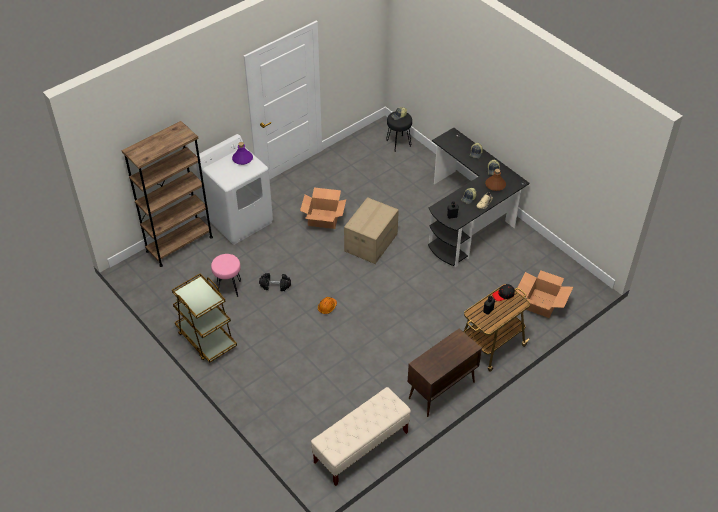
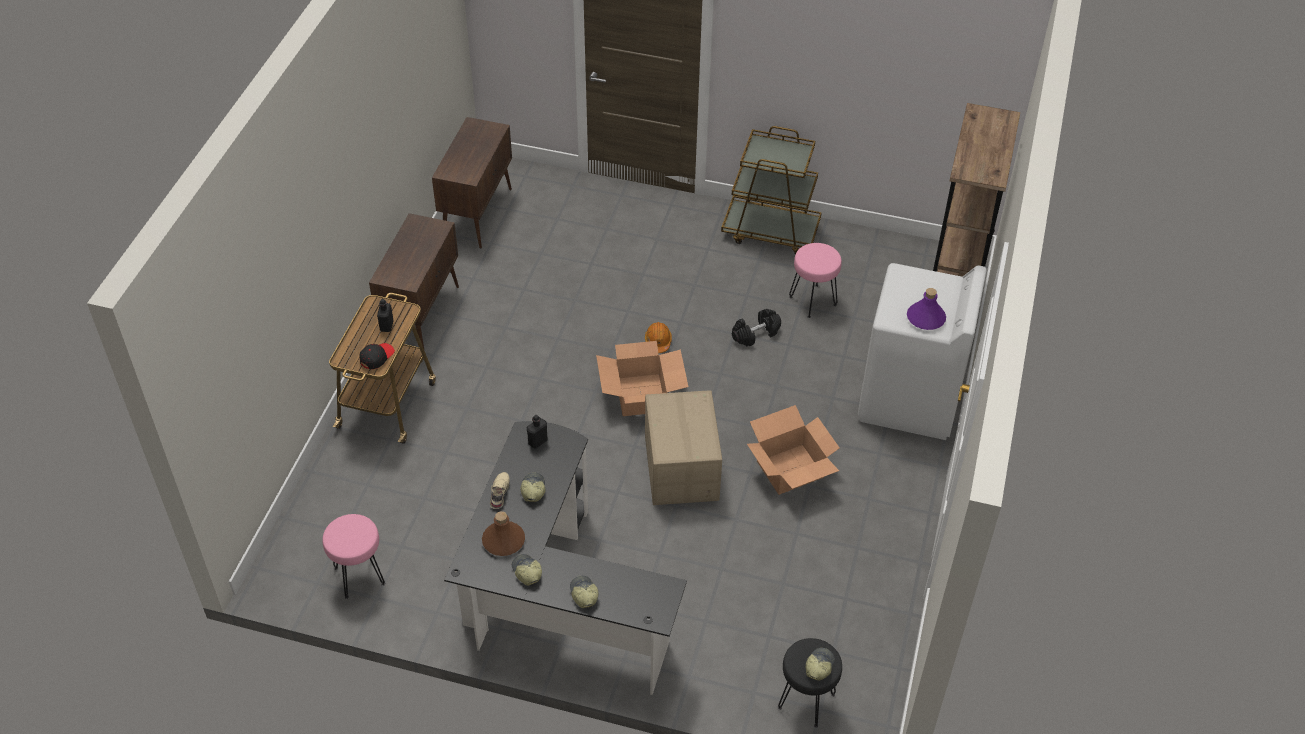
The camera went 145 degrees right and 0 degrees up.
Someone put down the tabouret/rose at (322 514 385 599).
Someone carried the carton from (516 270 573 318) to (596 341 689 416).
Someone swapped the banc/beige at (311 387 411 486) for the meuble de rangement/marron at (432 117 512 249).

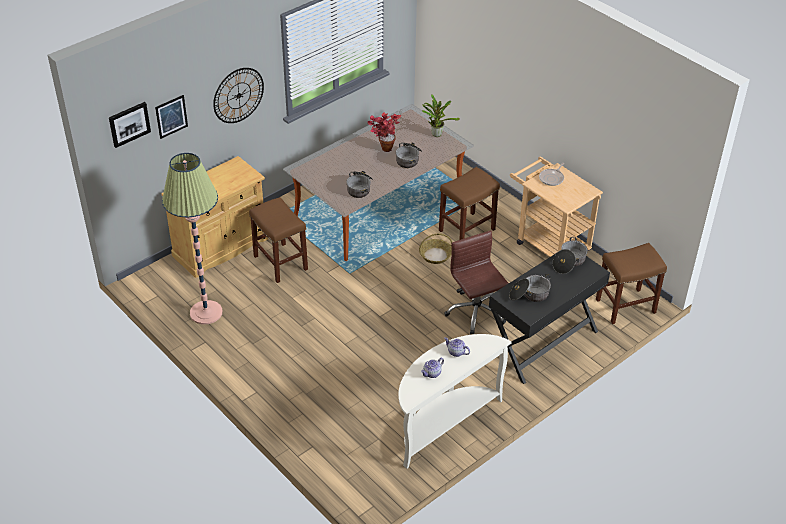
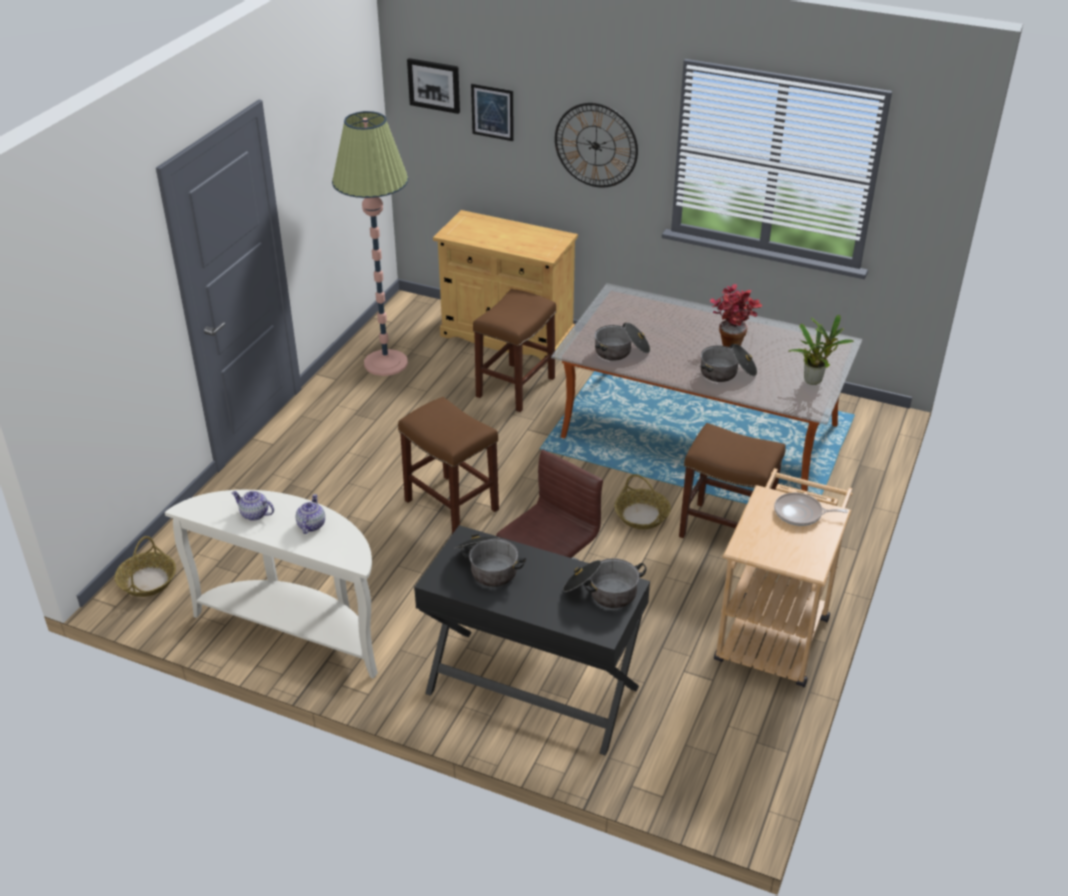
The camera went 65 degrees right and 5 degrees down.
Someone put down the panier at (115 536 176 597).
Someone carried the tabouret/marron from (596 243 667 324) to (398 397 499 534).

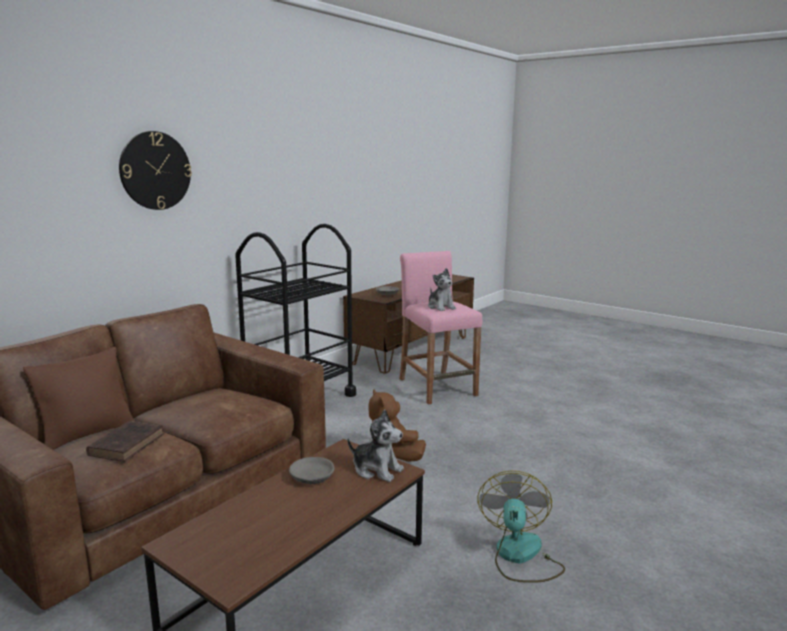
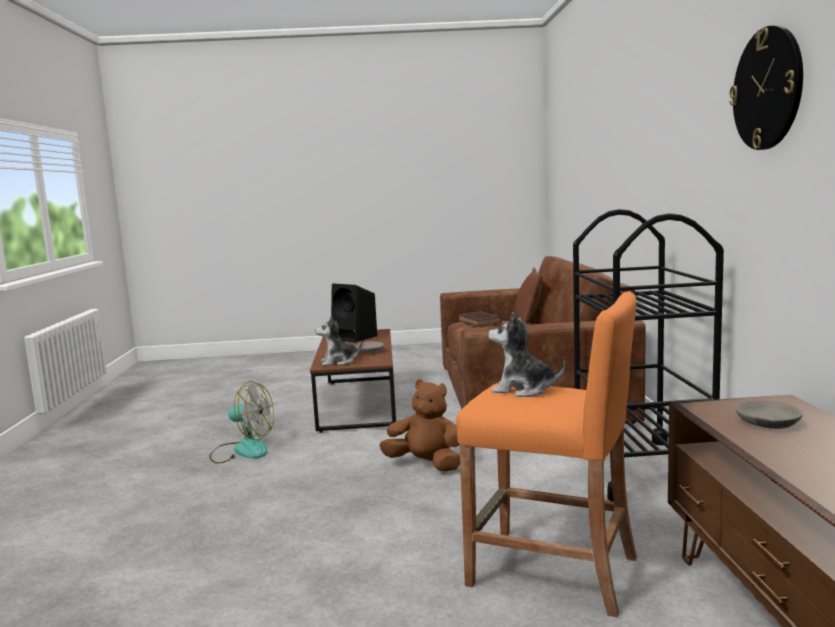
The camera went 140 degrees right and 5 degrees down.
Someone put down the enceinte/noir at (331 283 377 343).
Someone carried the horloge murale from (119 131 192 210) to (729 25 803 150).
Someone repainted the tabouret/rose at (399 251 482 404), which became the tabouret/orange at (456 291 637 618).
Someone rotated the ventilateur at (478 471 565 583) by 45 degrees counterclockwise.

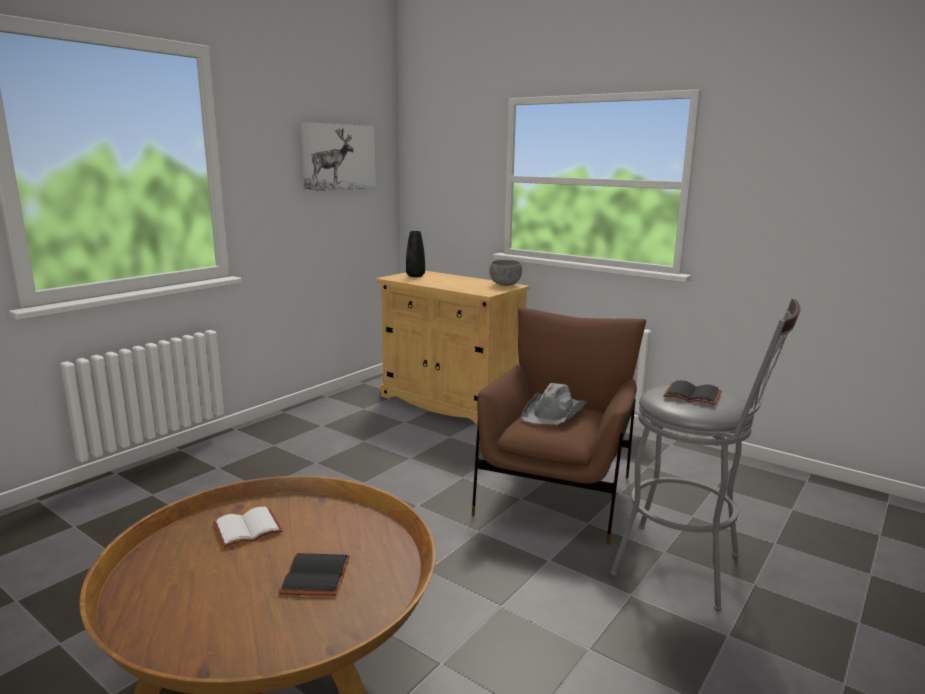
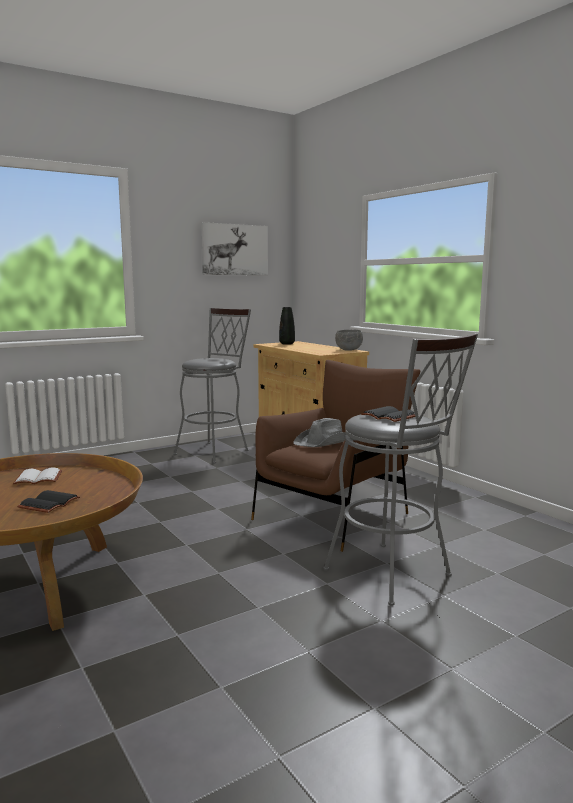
The camera went 20 degrees right and 5 degrees down.
Someone put down the tabouret/gris at (173 308 251 464).

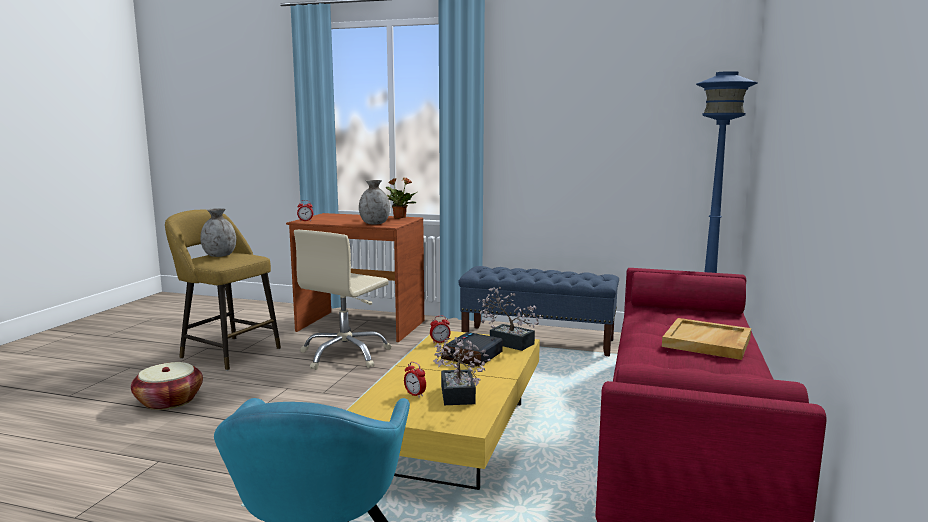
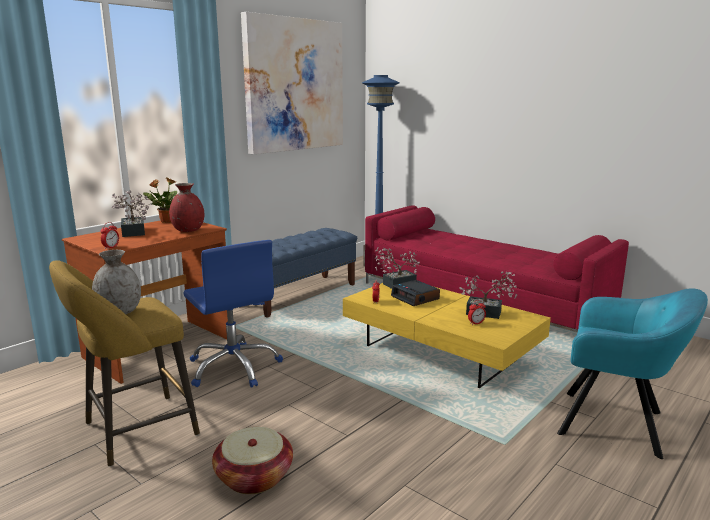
The camera went 65 degrees left and 5 degrees up.
Someone took away the plateau/beige at (662 318 751 360).
Someone put down the plante en pot at (111 190 152 237).
Someone put up the tableau at (241 12 343 154).
Someone repainted the chaise de bureau/beige at (294 230 391 370), which became the chaise de bureau/bleu at (183 240 283 388).
Someone repainted the vase/gris at (359 180 390 224), which became the vase/rouge at (169 183 204 232).

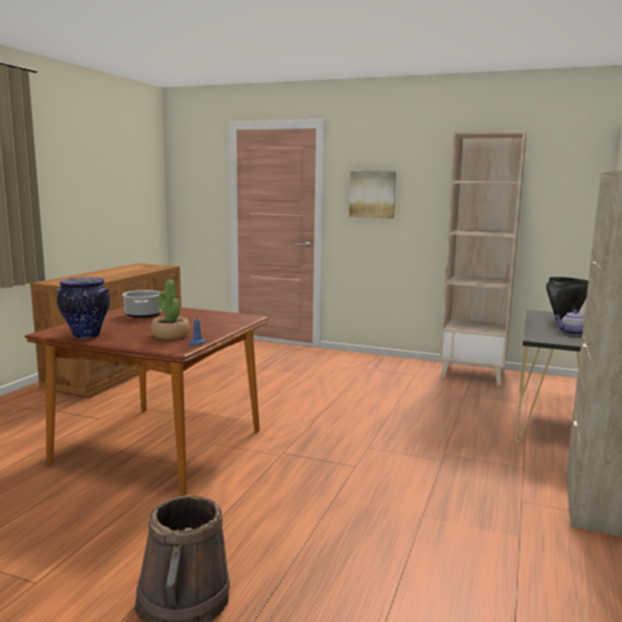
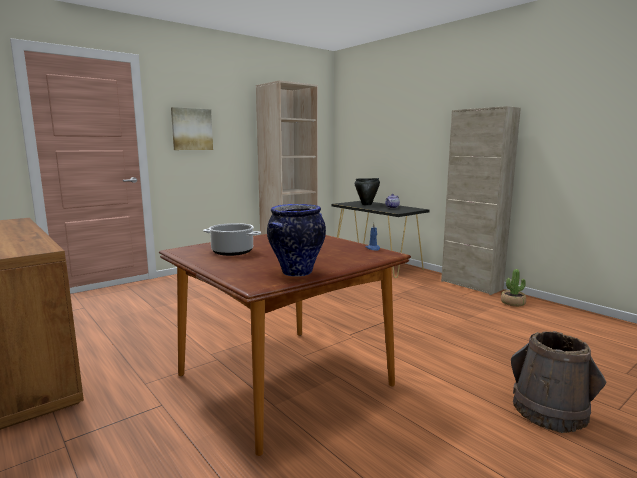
The camera went 60 degrees left and 0 degrees up.
Someone carried the plante en pot from (151 280 190 339) to (501 269 526 307).

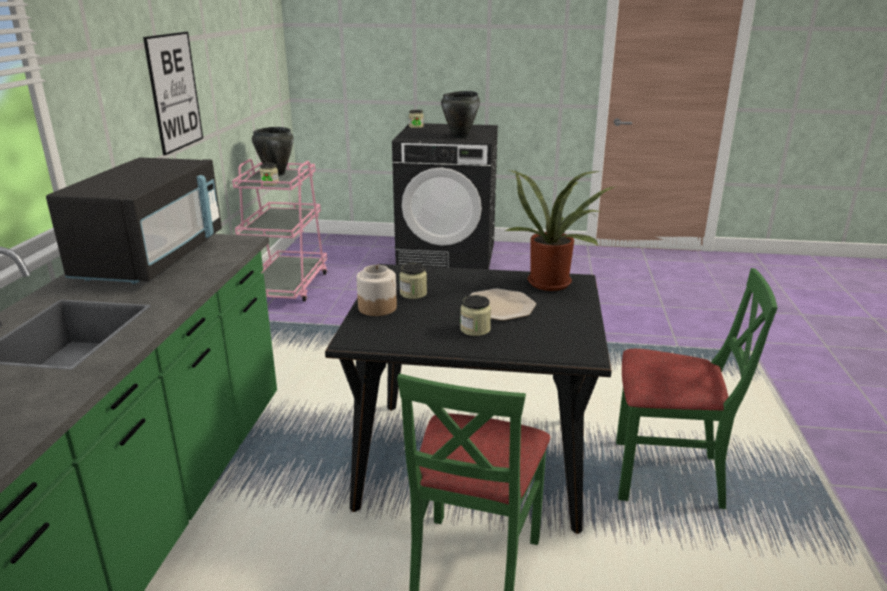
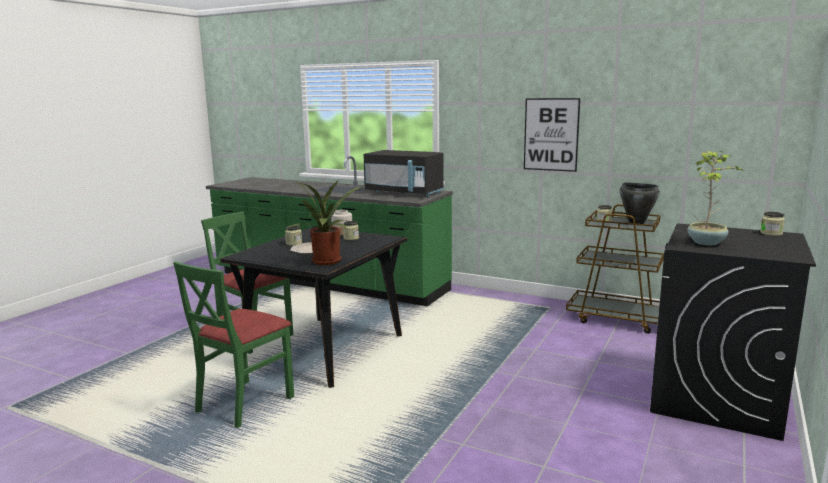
The camera went 110 degrees right and 10 degrees down.
Someone swapped the marmite/noir at (441 91 480 138) for the plante en pot at (687 151 744 245).
Someone repainted the chariot/rose at (232 159 327 301), which became the chariot/marron at (566 204 664 334).

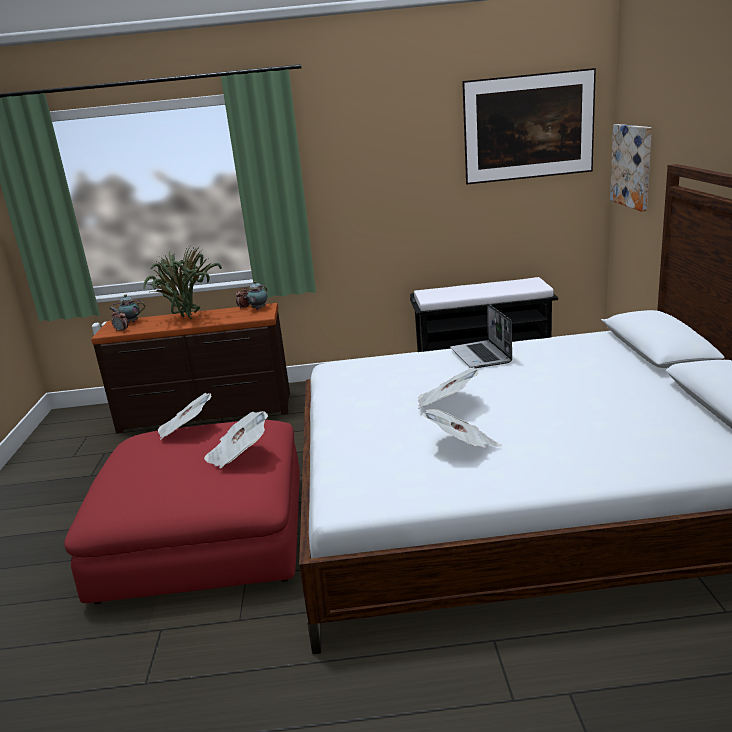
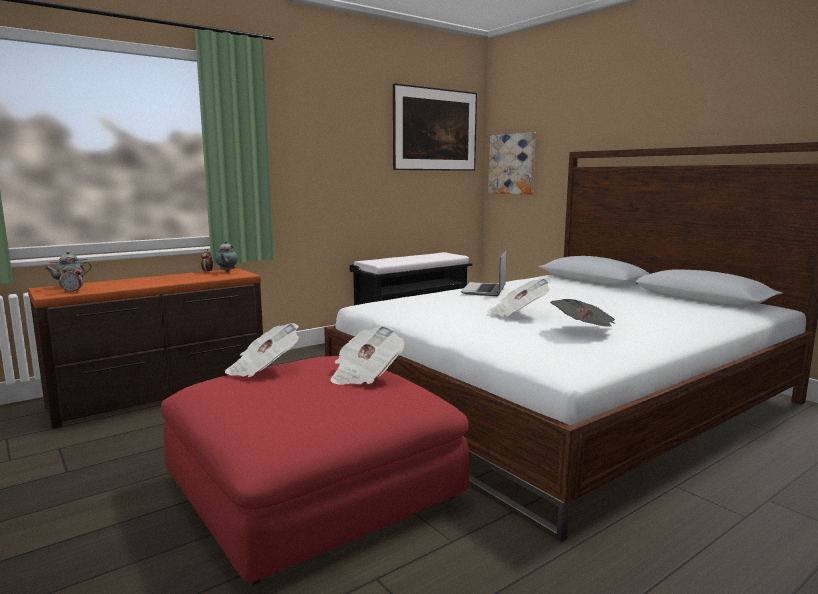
The camera went 35 degrees left and 10 degrees down.
Someone took away the plante en pot at (143 245 222 319).
Someone rotated the ordinateur portable at (450 303 512 368) by 60 degrees clockwise.

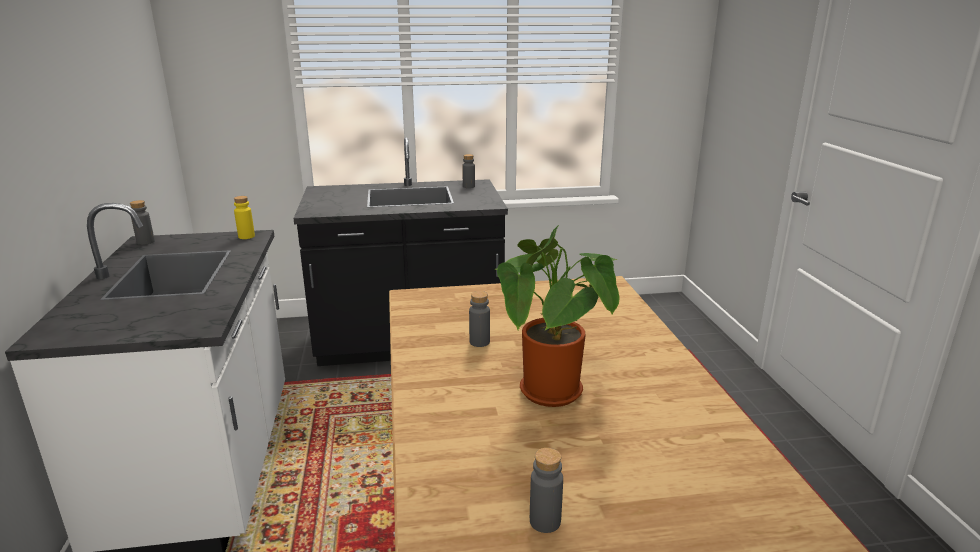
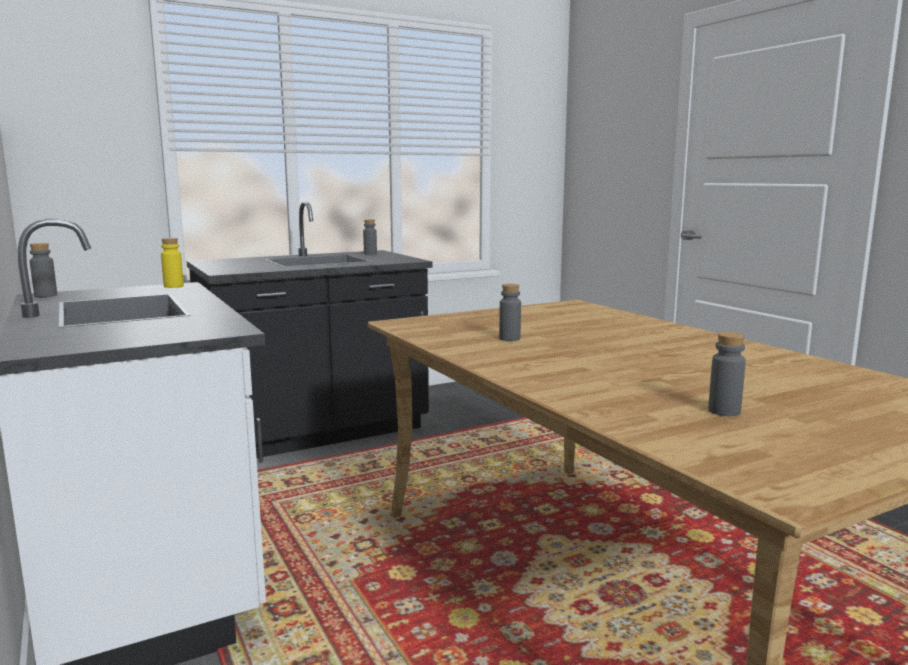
The camera went 20 degrees left and 10 degrees down.
Someone took away the plante en pot at (495 225 620 407).

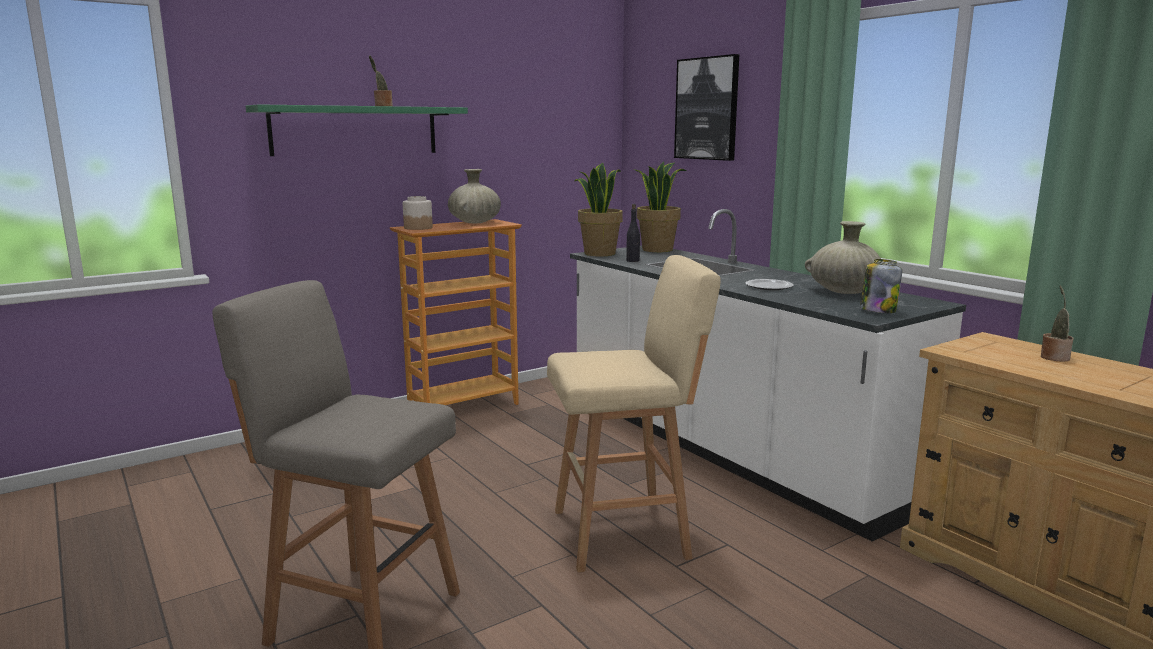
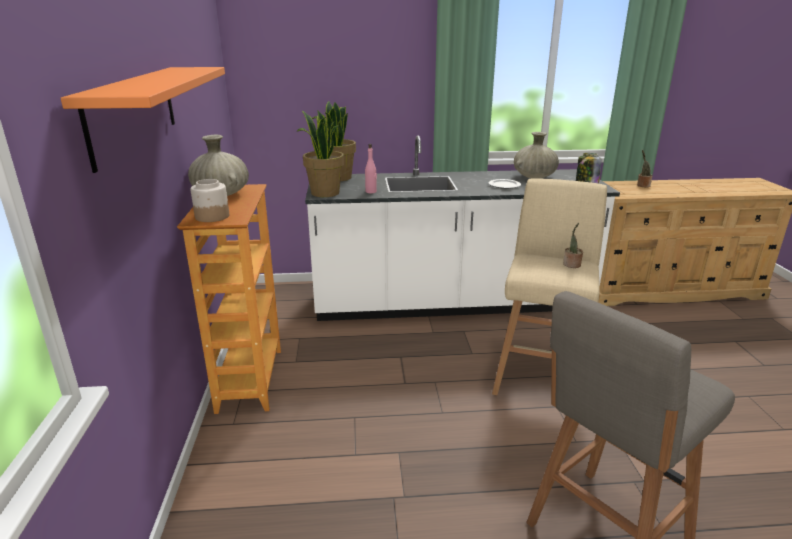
The camera went 60 degrees left and 10 degrees up.
Someone took away the tableau at (674 54 739 161).
Someone carried the plante en pot from (369 55 393 106) to (563 223 583 268).
Someone repainted the étagère/vert at (246 104 468 156), which became the étagère/orange at (61 67 225 173).
Someone repainted the bouteille/noir at (626 204 640 262), which became the bouteille/rose at (365 144 377 193).

